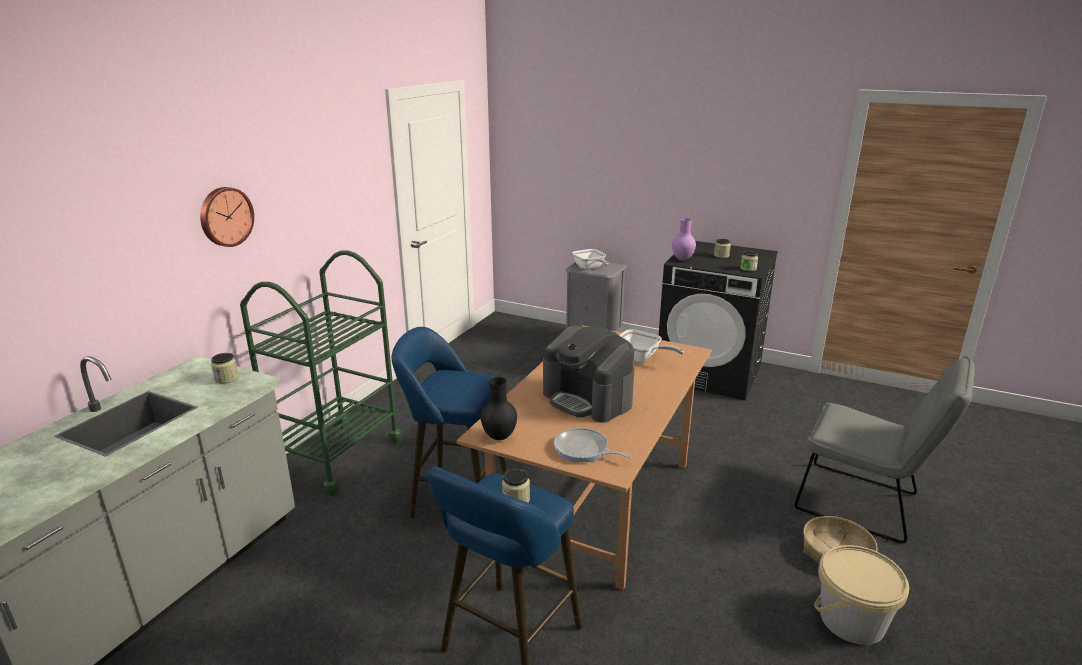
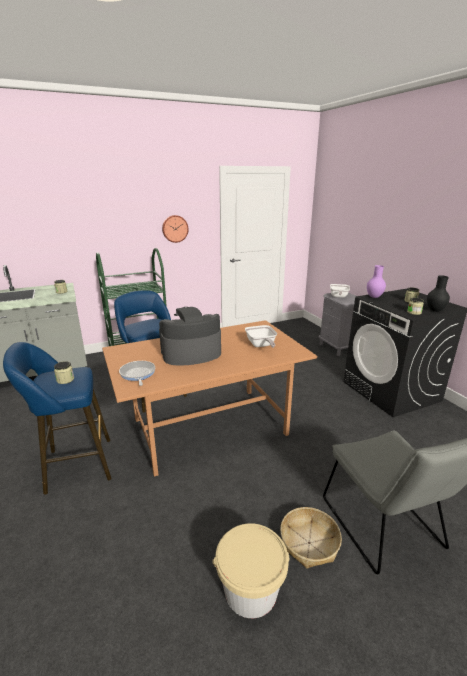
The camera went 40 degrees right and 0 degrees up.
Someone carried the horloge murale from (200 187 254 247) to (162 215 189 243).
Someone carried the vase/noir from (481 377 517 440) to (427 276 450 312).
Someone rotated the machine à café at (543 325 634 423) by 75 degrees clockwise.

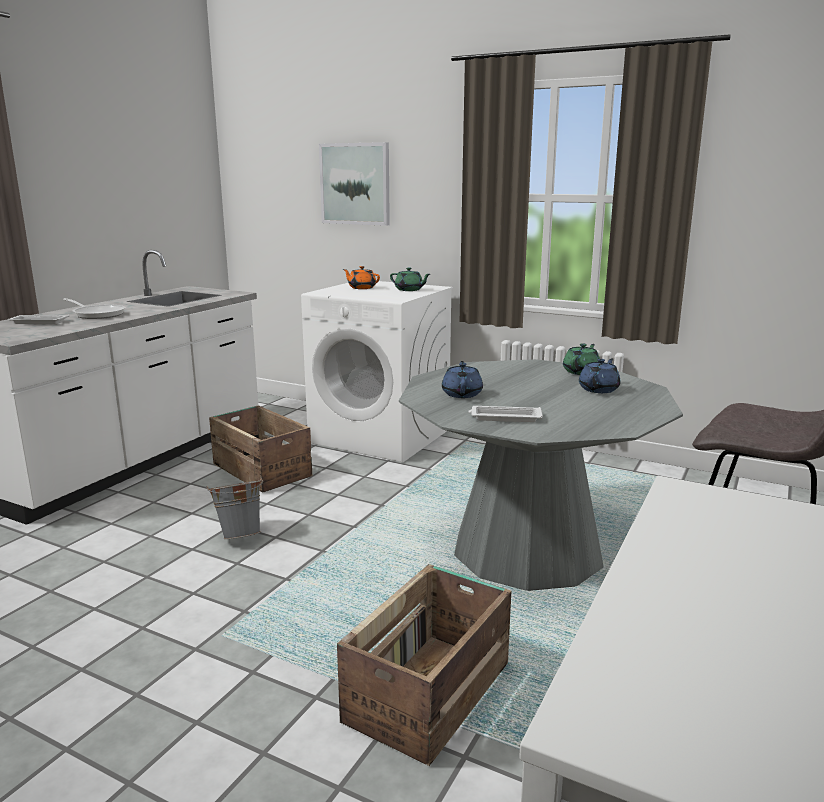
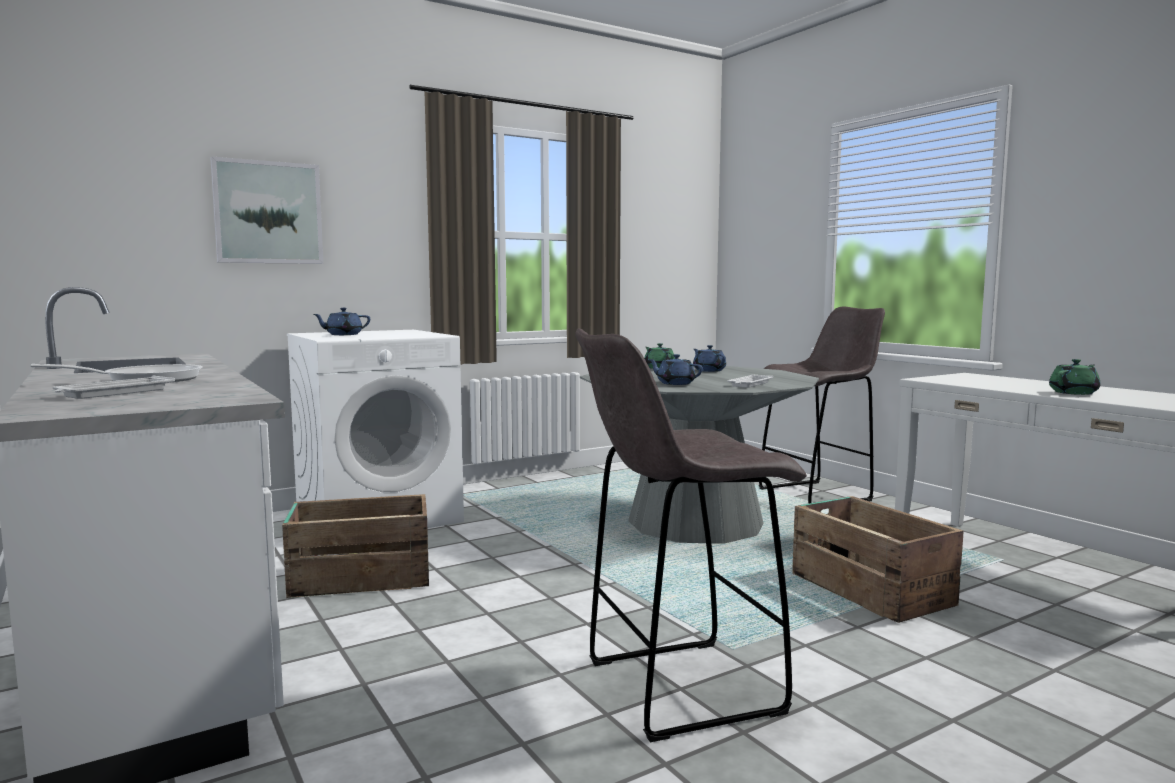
The camera went 60 degrees left and 10 degrees down.
Someone took away the seau/gris at (207 477 263 539).
Someone put down the tabouret/gris at (575 328 807 742).
Someone carried the théière/vert from (390 268 430 291) to (1049 359 1100 395).
Someone repainted the théière/orange at (343 266 380 289), which became the théière/bleu at (313 308 370 335).

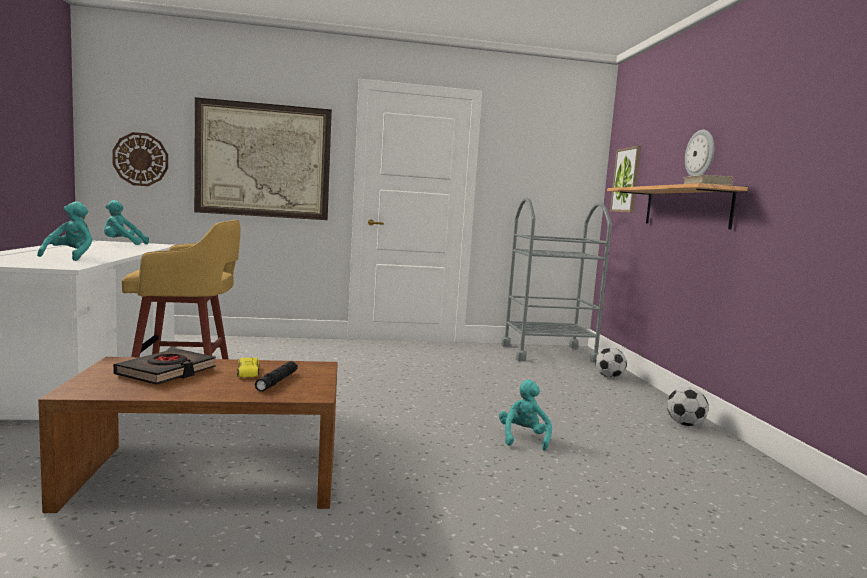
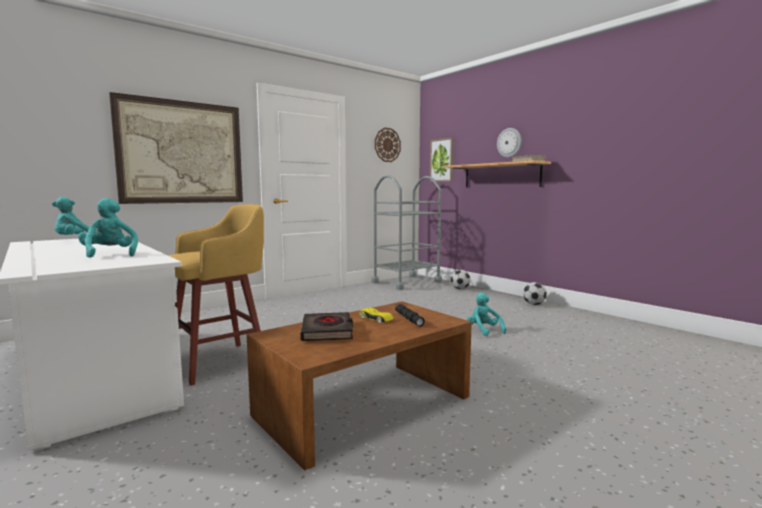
The camera went 30 degrees left and 0 degrees up.
Someone carried the horloge murale from (112 132 168 186) to (375 128 401 162).

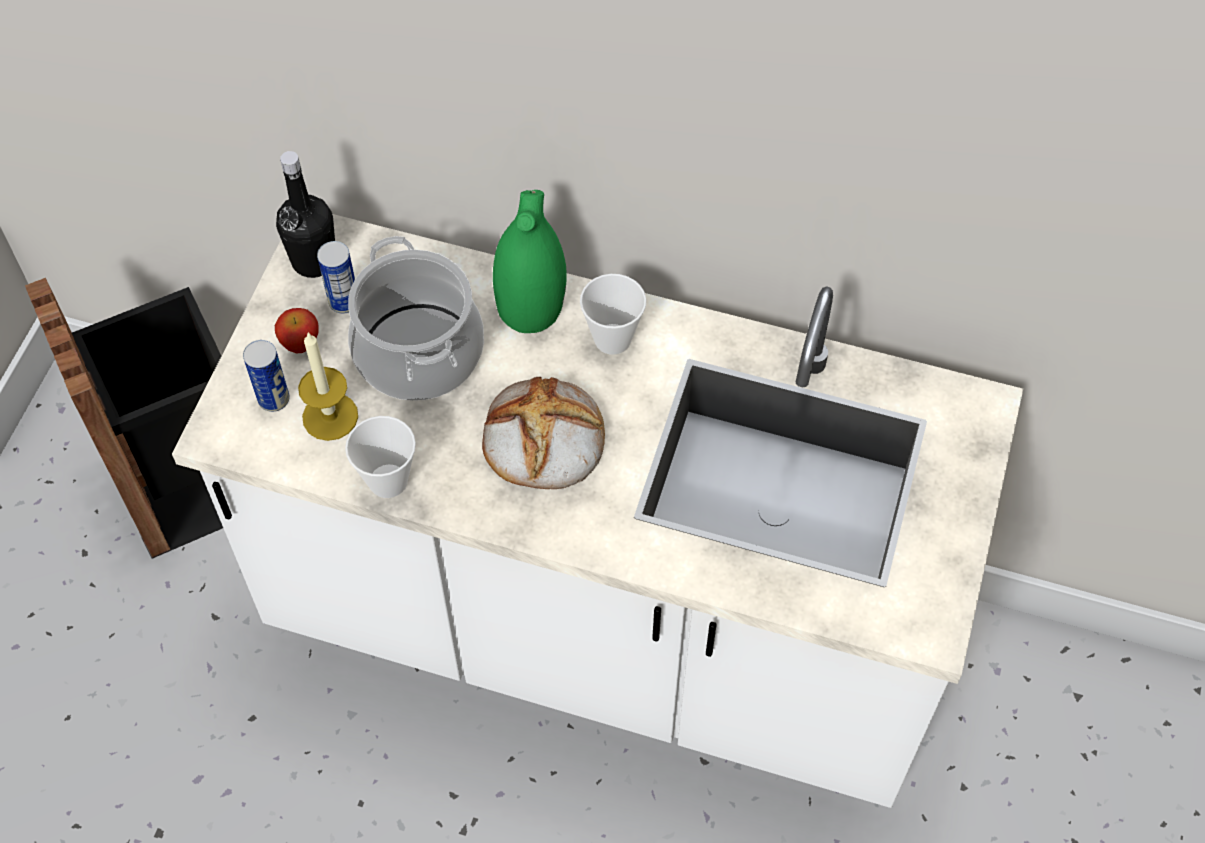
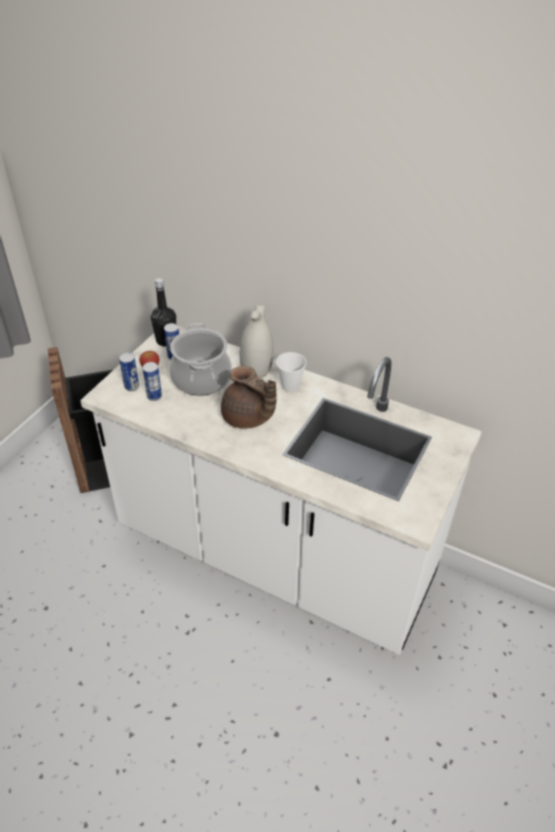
The camera went 10 degrees right and 15 degrees down.
Someone took away the tasse at (345 416 416 498).
Someone swapped the bougie at (298 332 358 441) for the boîte métallique at (143 362 162 401).
Someone swapped the pain at (482 377 605 489) for the théière/marron at (221 366 276 429).
Someone repainted the vase/vert at (493 190 567 333), which became the vase/blanc at (240 305 274 378).

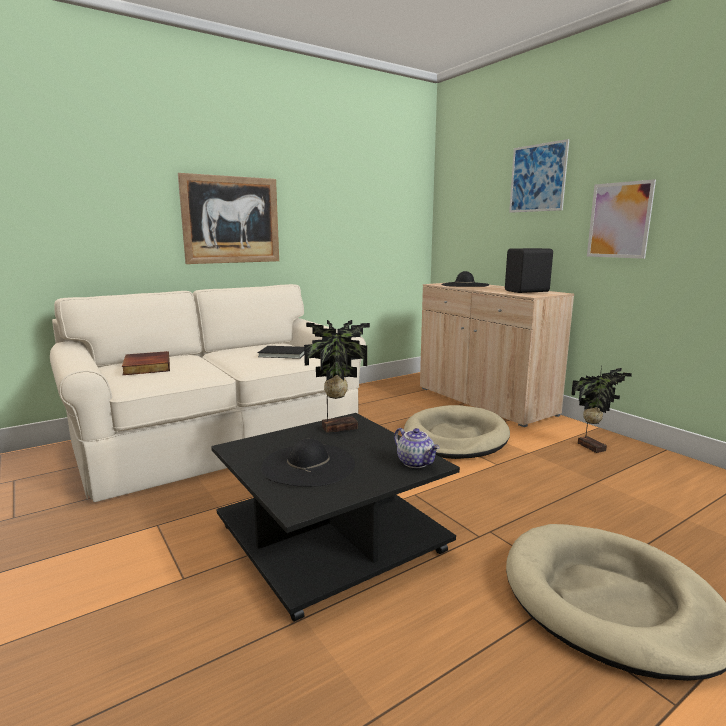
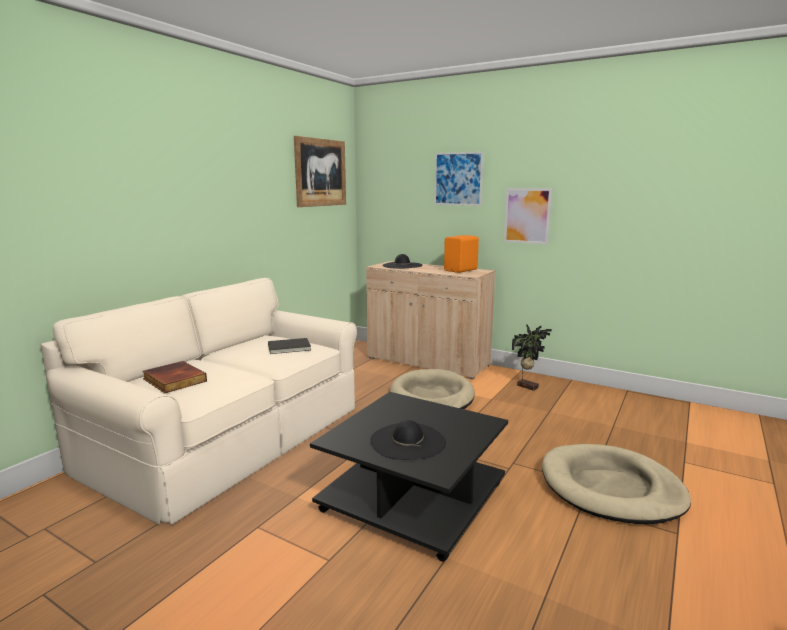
The camera went 25 degrees left and 0 degrees up.
Someone took away the plante en pot at (304 320 370 433).
Someone took away the théière at (394 428 440 468).
Someone carried the tableau from (178 173 279 264) to (294 136 346 207).
Someone repainted the enceinte/noir at (505 248 553 293), which became the enceinte/orange at (444 235 479 273).

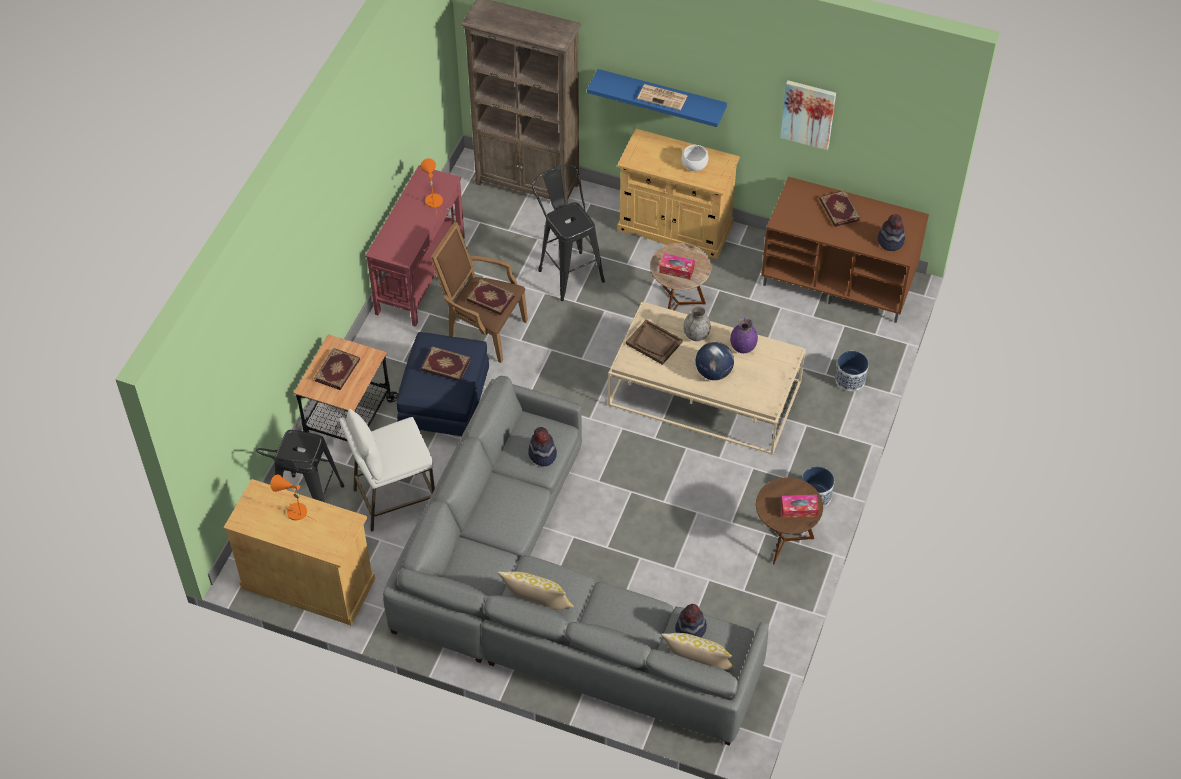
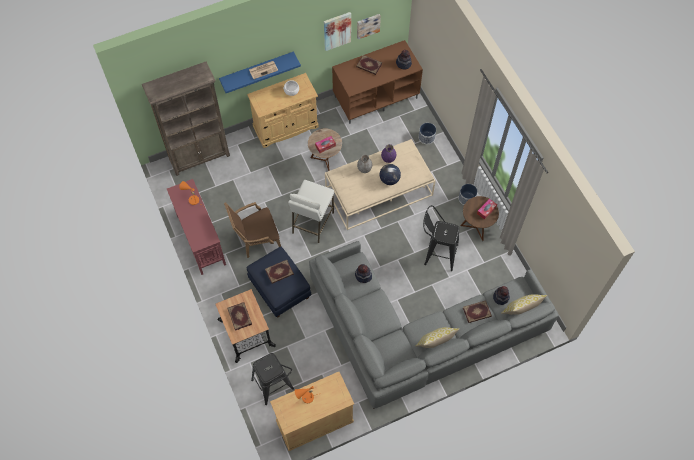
The camera went 45 degrees left and 10 degrees up.
Someone took away the plateau/marron at (626 320 683 365).
Someone put up the tableau at (357 14 381 39).
Someone carried the tabouret/blanc from (339 409 435 532) to (288 180 334 243).
Someone carried the livre from (466 279 515 315) to (463 300 492 323).
Someone carried the tabouret/noir from (532 165 605 301) to (423 205 459 271).

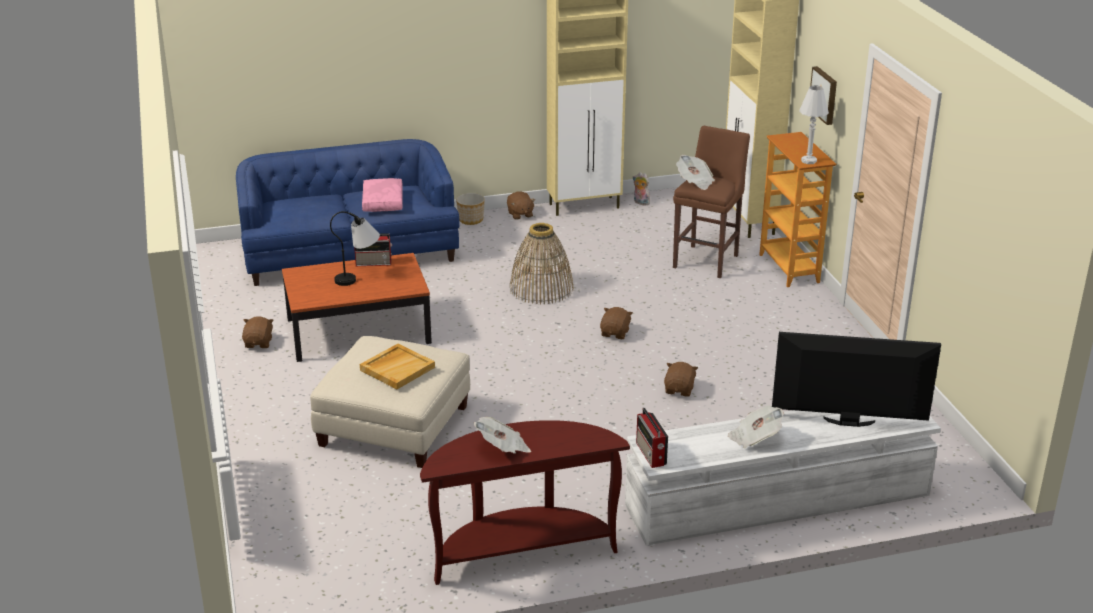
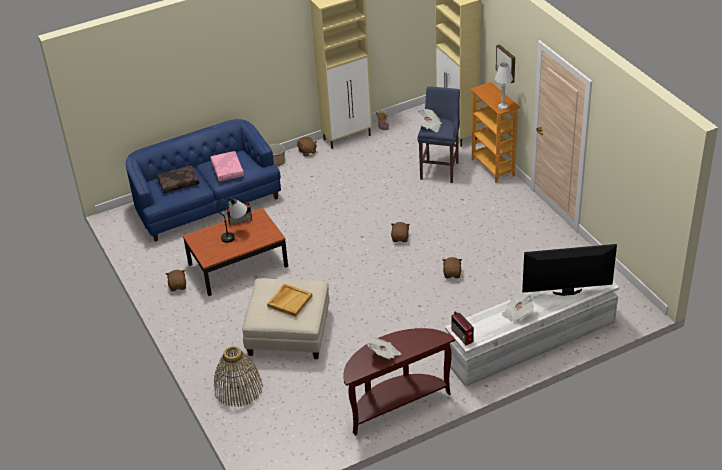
The camera went 10 degrees left and 10 degrees up.
Someone put down the coussin/marron at (157 165 199 193).
Someone carried the panier from (509 223 573 305) to (214 346 263 407).
Someone repainted the tabouret/marron at (673 126 750 278), which became the tabouret/bleu at (417 86 460 183).

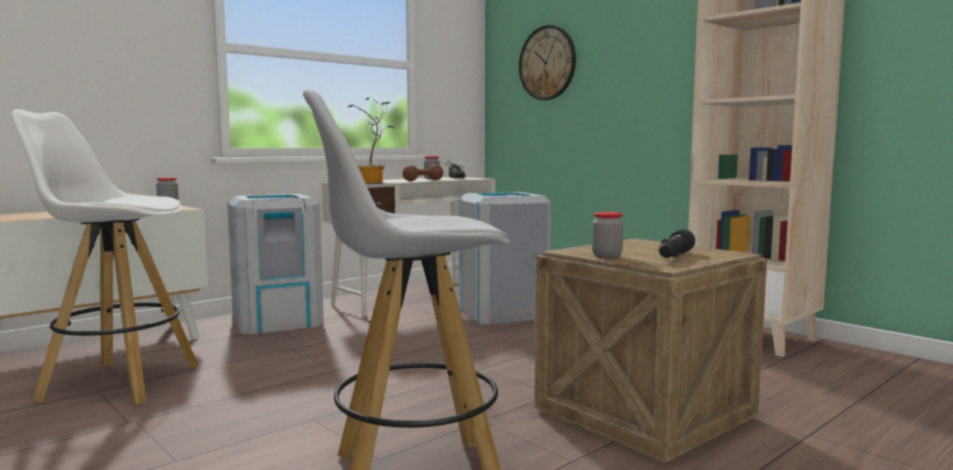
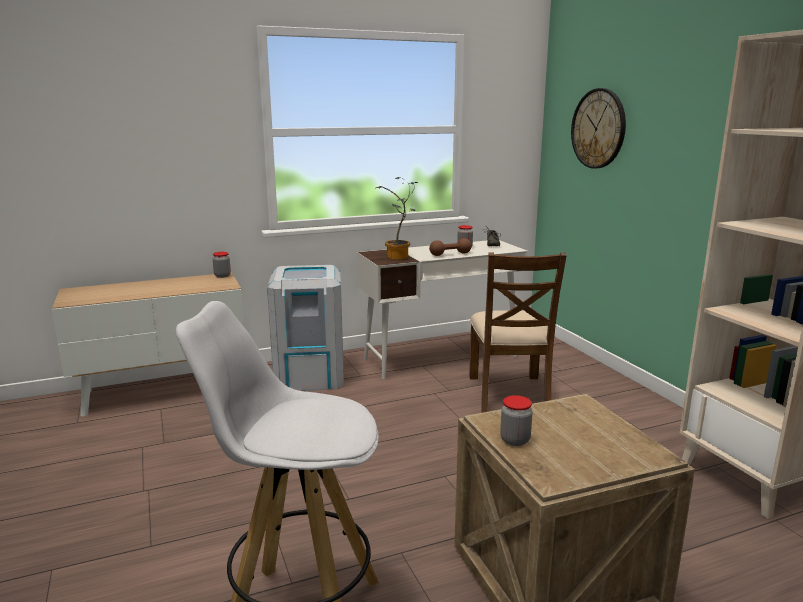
The camera went 20 degrees right and 10 degrees up.
Someone took away the tabouret/blanc at (11 109 199 405).
Someone took away the lampe de poche/noir at (659 229 695 258).
Someone swapped the poubelle/gris at (458 192 551 325) for the chaise/marron at (469 252 567 413).

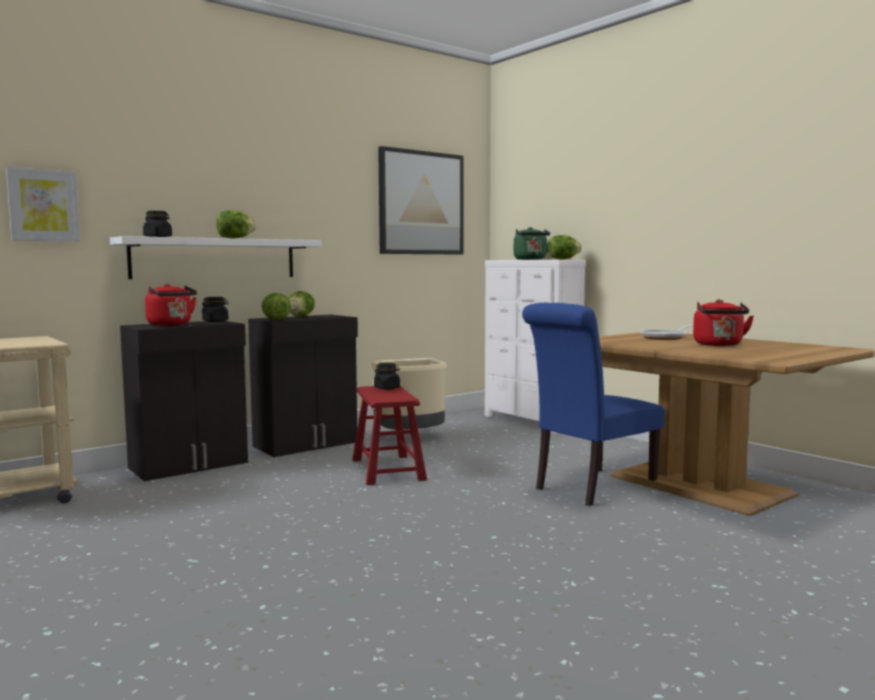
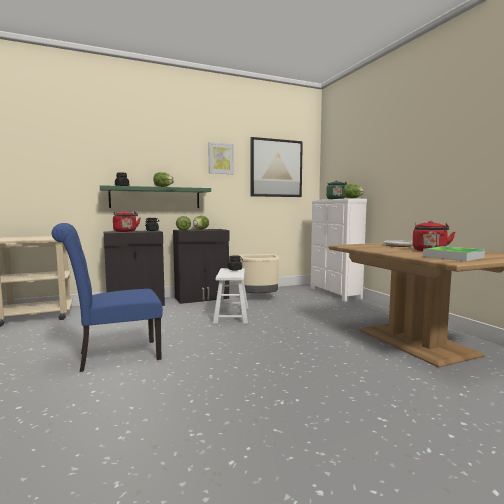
The camera went 15 degrees right and 0 degrees up.
Someone put down the plateau at (423 246 485 261).
Someone carried the tableau from (6 167 80 242) to (208 142 234 174).
Someone carried the chaise/bleu from (522 303 665 506) to (52 223 163 372).
Someone repainted the étagère/blanc at (110 236 322 279), which became the étagère/vert at (100 185 211 208).
Someone repainted the tabouret/rouge at (352 386 427 485), which became the tabouret/blanc at (213 268 248 324).

